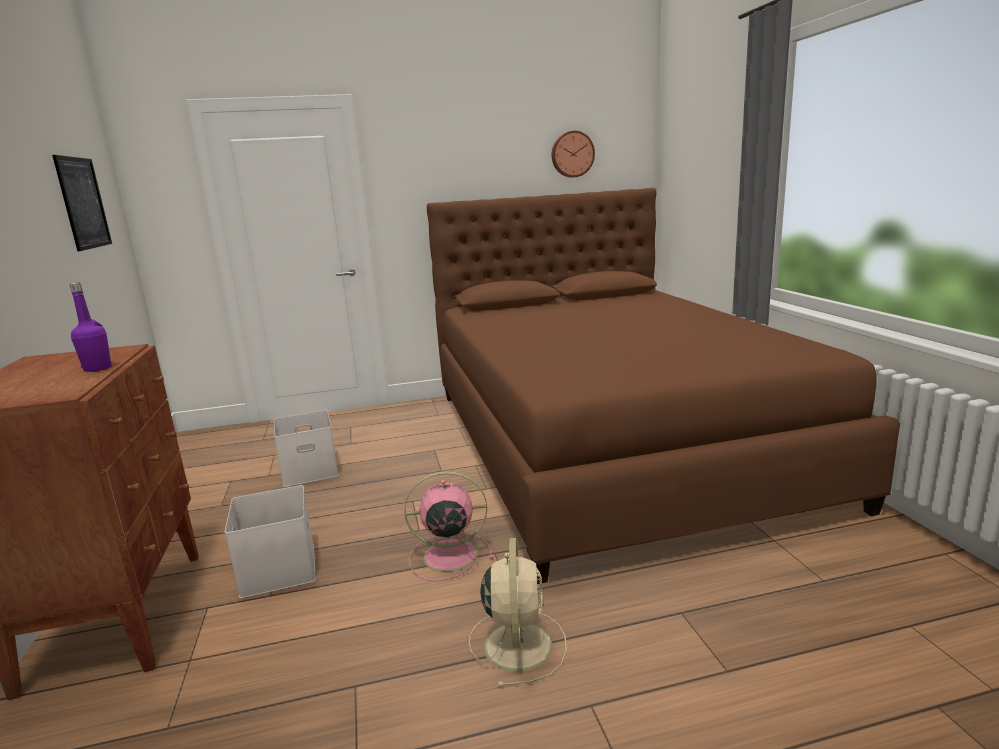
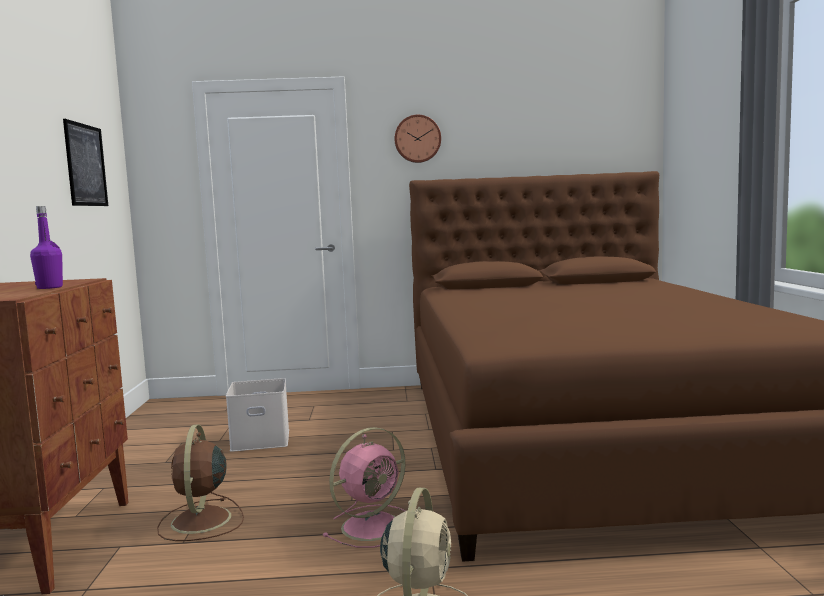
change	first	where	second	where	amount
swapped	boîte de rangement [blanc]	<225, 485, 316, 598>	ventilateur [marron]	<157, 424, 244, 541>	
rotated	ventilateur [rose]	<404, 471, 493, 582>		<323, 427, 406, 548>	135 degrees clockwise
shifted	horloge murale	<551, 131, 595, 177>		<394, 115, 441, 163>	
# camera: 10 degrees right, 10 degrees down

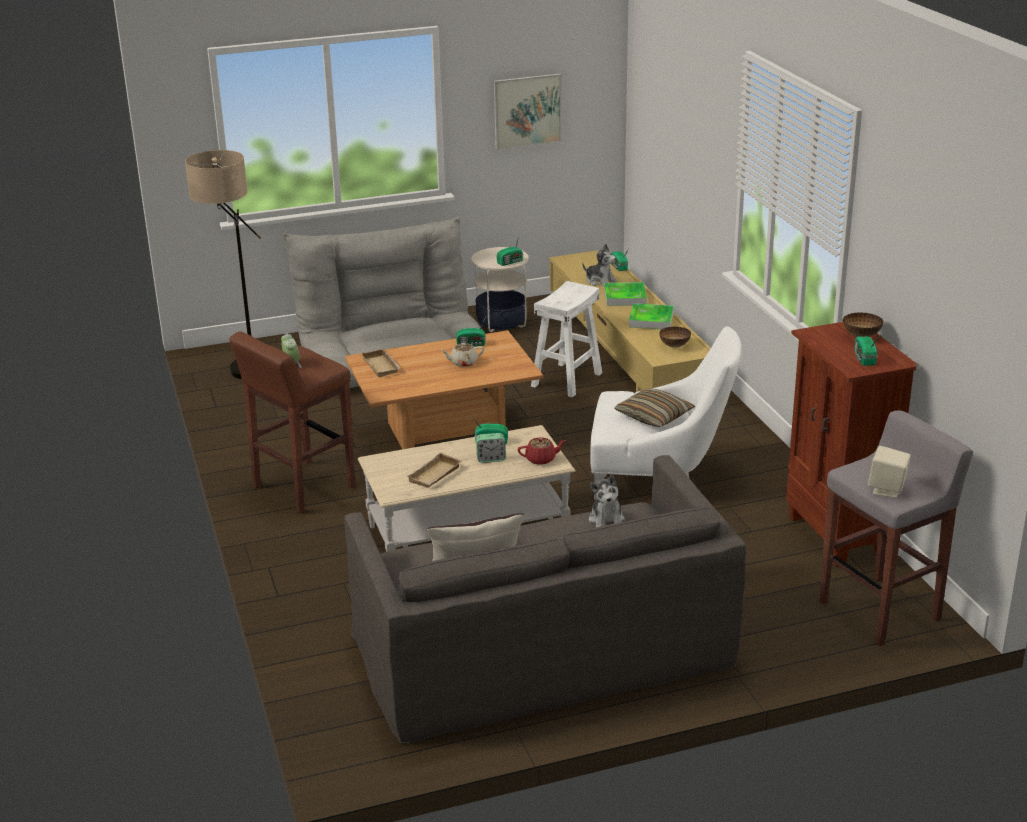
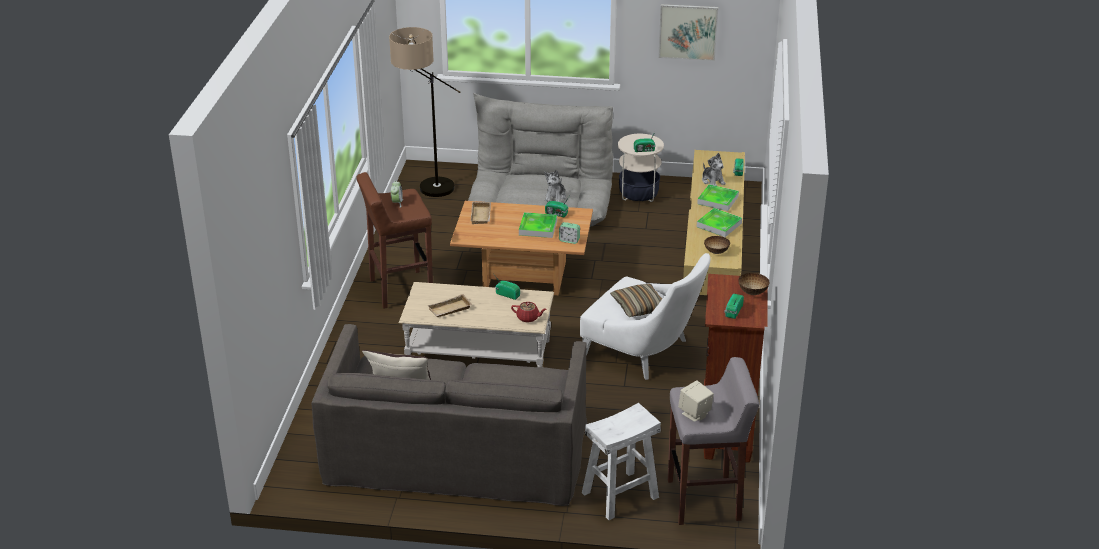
change	first	where	second	where	amount
swapped	théière [beige]	<442, 343, 484, 367>	plateau	<519, 212, 557, 238>	
shifted	peluche	<589, 475, 625, 527>		<544, 170, 566, 202>	
shifted	réveil	<476, 433, 506, 463>		<559, 222, 580, 244>	
shifted	tabouret [blanc]	<531, 281, 602, 397>		<582, 403, 661, 520>	
# camera: 25 degrees right, 5 degrees up

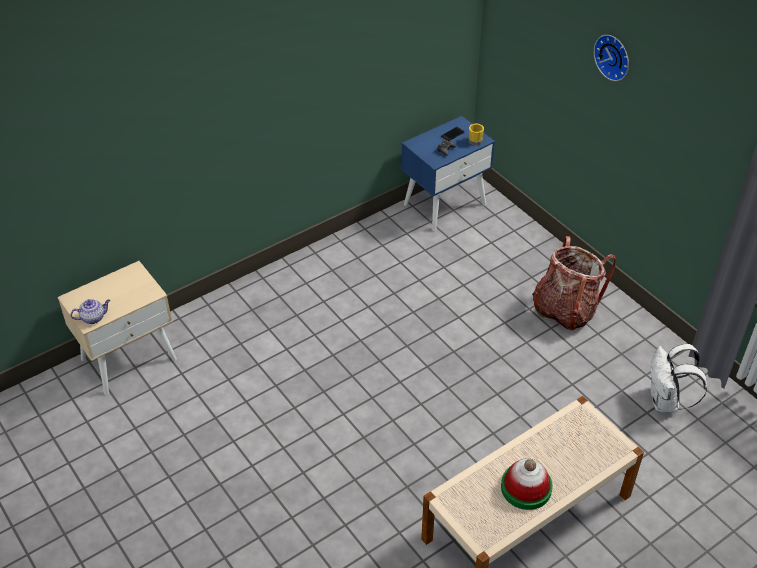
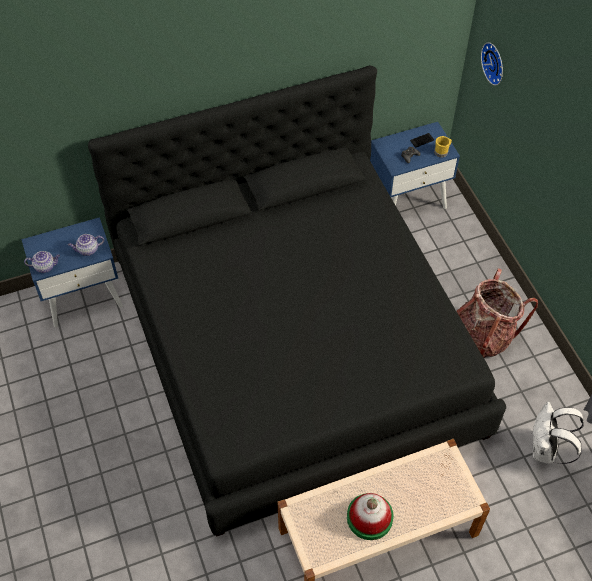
change	first	where	second	where	amount
repainted	table de chevet [beige]	<58, 261, 177, 395>	table de chevet [bleu]	<21, 217, 123, 327>	
new			théière	<68, 234, 104, 256>	
new			lit [noir]	<88, 65, 506, 536>	
shifted	horloge murale	<594, 35, 629, 81>		<481, 42, 503, 85>	
# camera: 15 degrees right, 10 degrees up

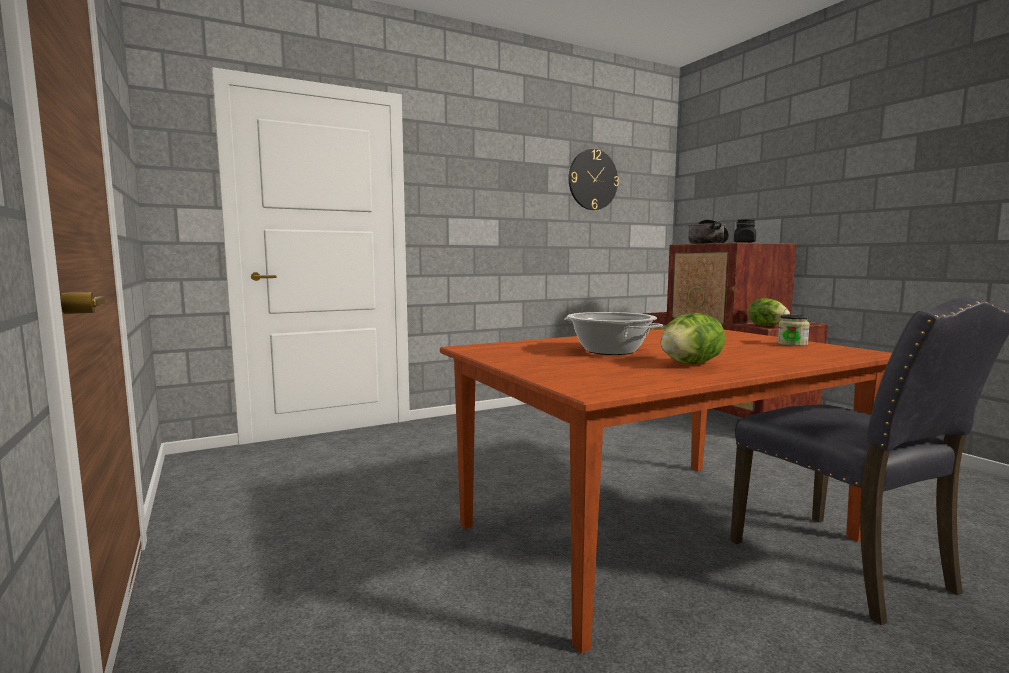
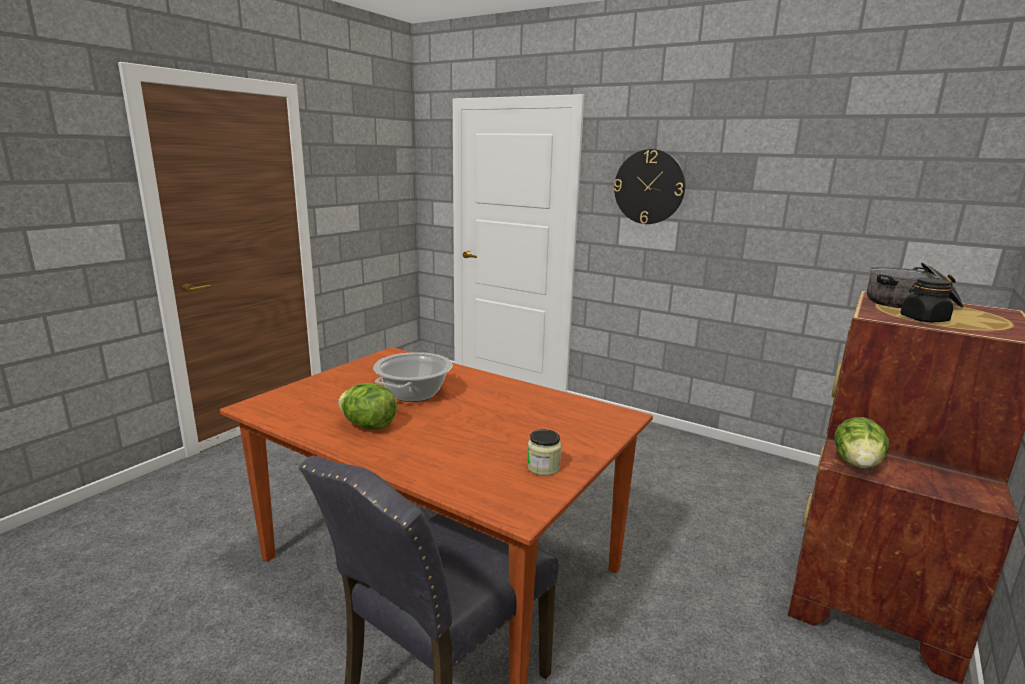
change	first	where	second	where	amount
shifted	horloge murale	<569, 149, 619, 210>		<614, 149, 685, 224>	
# camera: 60 degrees right, 10 degrees up

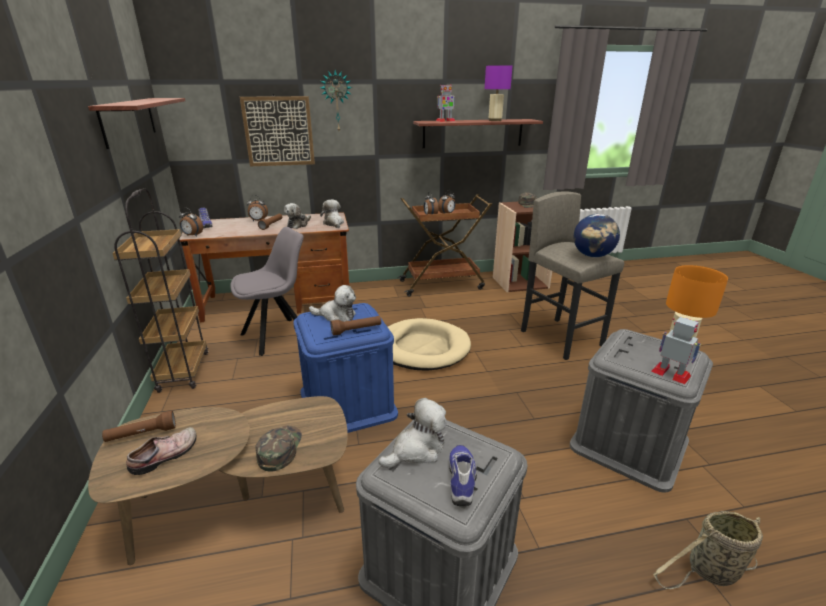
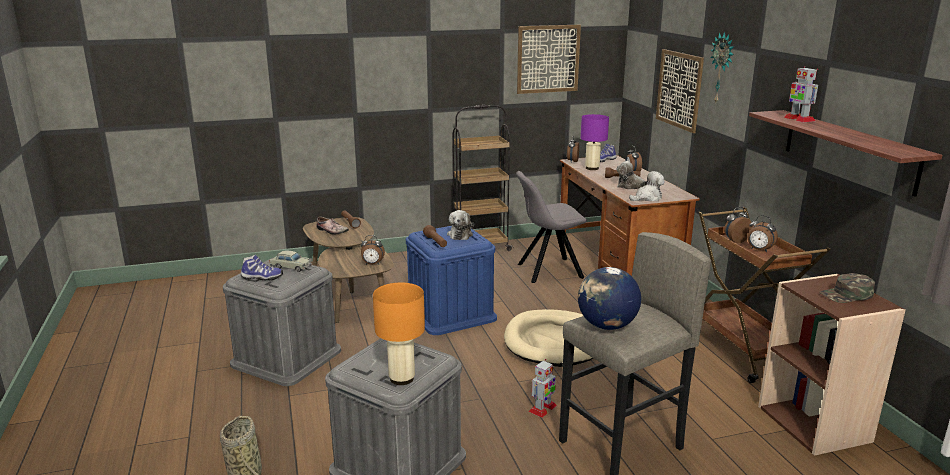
change	first	where	second	where	amount
swapped	peluche	<378, 398, 447, 468>	petite voiture [beige]	<269, 251, 312, 272>	
new			réveil	<360, 235, 385, 265>	
rotated	chaise [gris]	<230, 227, 304, 356>		<516, 171, 587, 283>	120 degrees clockwise
swapped	étagère	<88, 98, 185, 149>	tableau	<517, 23, 581, 94>	
shifted	robot jouet	<651, 317, 701, 384>		<529, 359, 557, 418>	
shifted	lampe de table [violet]	<485, 65, 512, 121>		<581, 114, 609, 170>	
gone	casquette [vert]	<255, 426, 302, 472>			
# camera: 85 degrees right, 5 degrees down

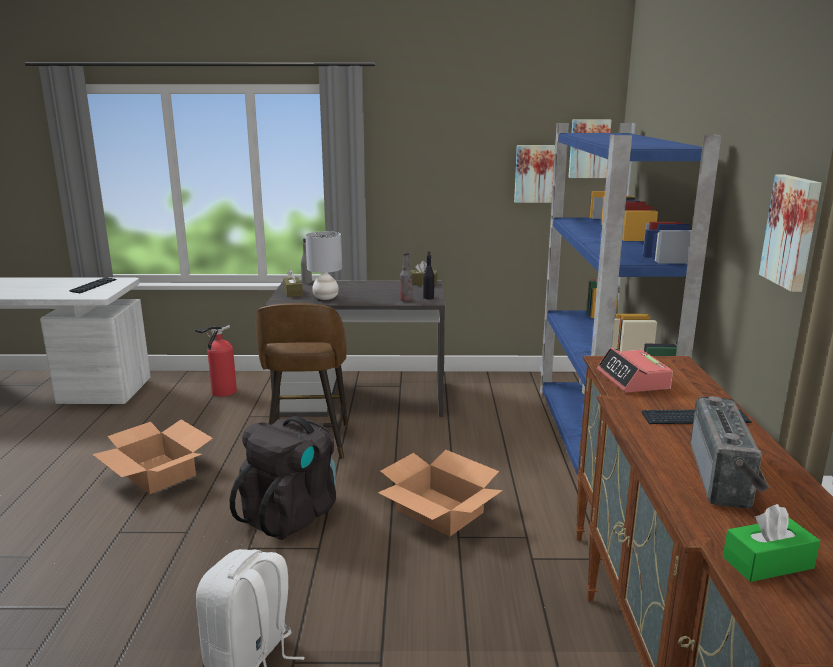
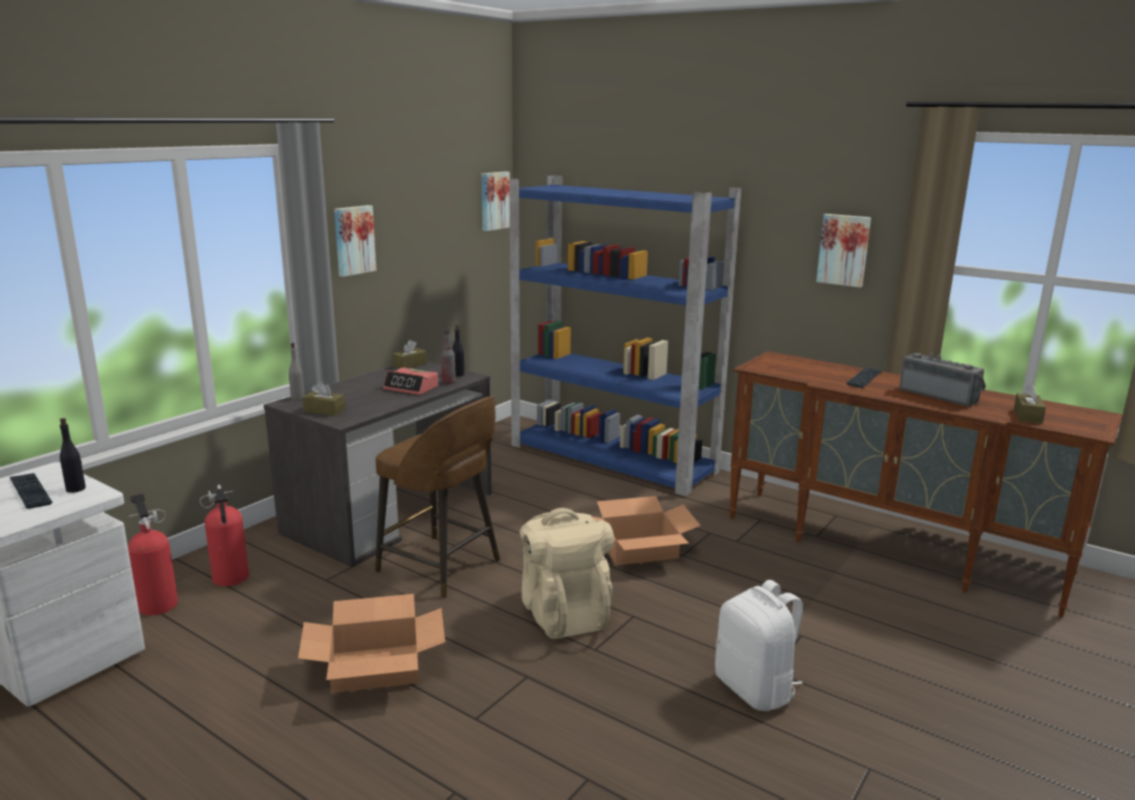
change	first	where	second	where	amount
new			bouteille [noir]	<60, 418, 86, 493>	
new			extincteur	<128, 494, 178, 615>	
shifted	tableau	<514, 145, 555, 203>		<334, 205, 377, 277>	
shifted	réveil	<597, 348, 673, 393>		<383, 367, 438, 395>	
repainted	sac à dos [noir]	<230, 416, 336, 540>	sac à dos [beige]	<520, 508, 614, 639>	
repainted	boîte à mouchoirs [vert]	<723, 504, 820, 582>	boîte à mouchoirs [marron]	<1014, 384, 1046, 424>	
gone	lampe de table [gris]	<305, 231, 342, 300>			
# camera: 55 degrees left, 0 degrees up

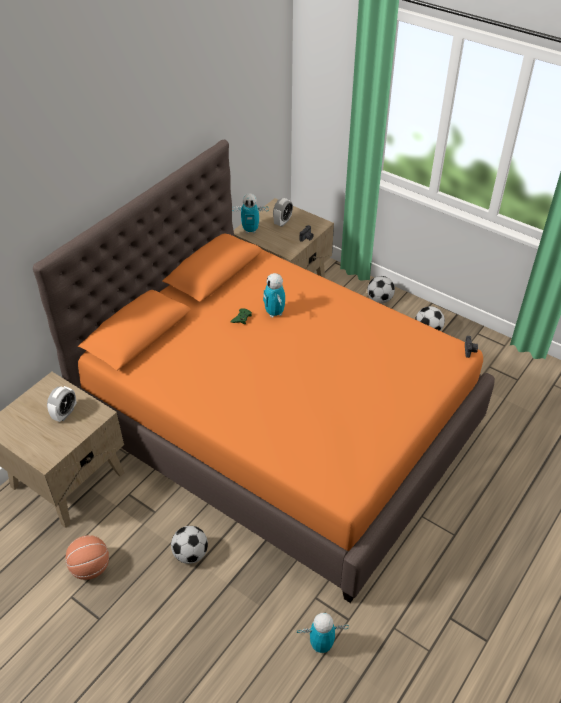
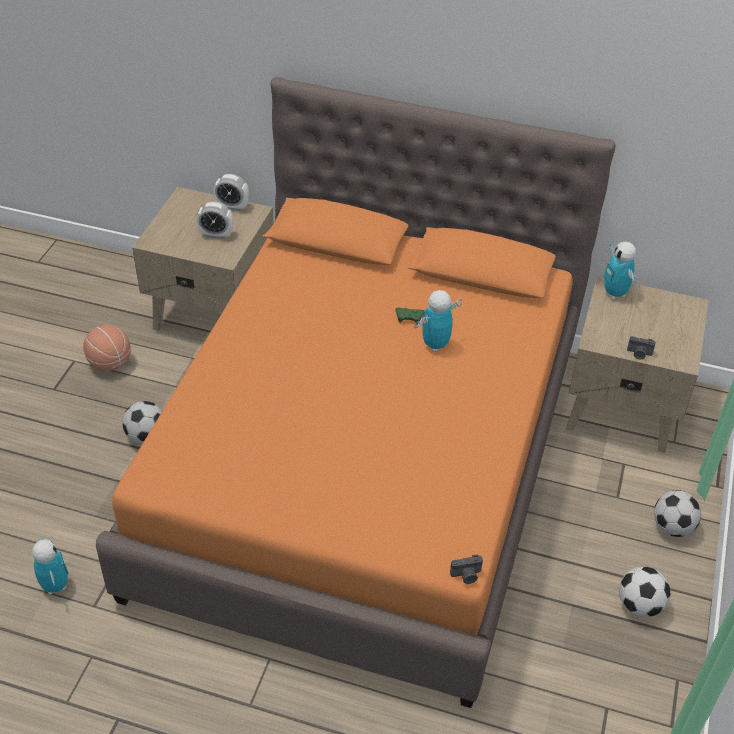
change	first	where	second	where	amount
shifted	réveil	<273, 198, 293, 227>		<214, 174, 249, 211>	
# camera: 70 degrees right, 0 degrees up

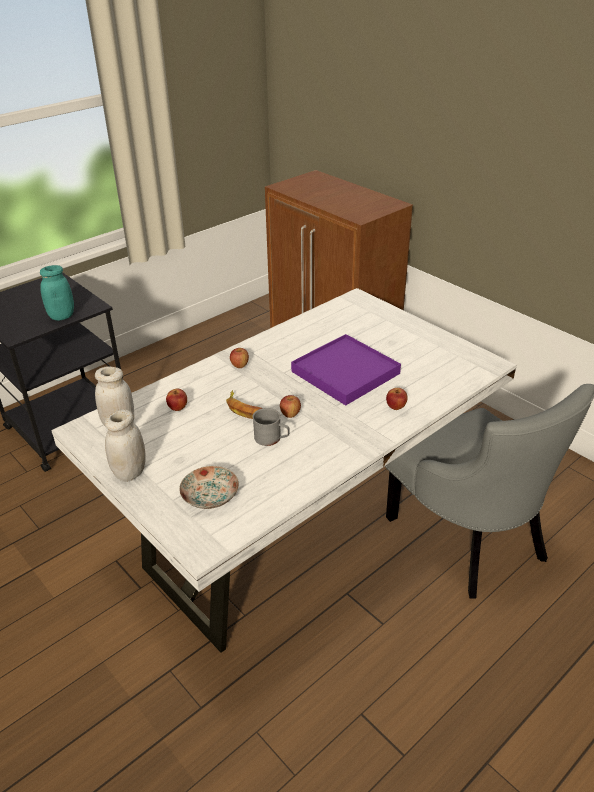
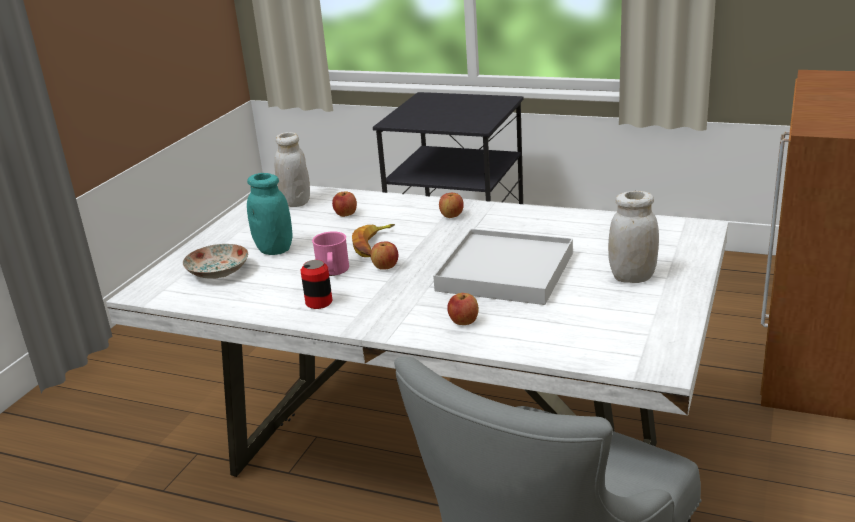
change	first	where	second	where	amount
shifted	bocal [turquoise]	<40, 265, 74, 320>		<247, 173, 292, 255>	
new			boîte métallique	<300, 260, 332, 309>	
repainted	mug [gris]	<252, 408, 290, 446>	mug [rose]	<312, 231, 349, 276>	
repainted	plateau [violet]	<291, 334, 401, 405>	plateau [blanc]	<433, 229, 573, 305>	
shifted	bocal [blanc]	<105, 409, 146, 482>		<608, 191, 659, 283>	
# camera: 65 degrees right, 10 degrees down

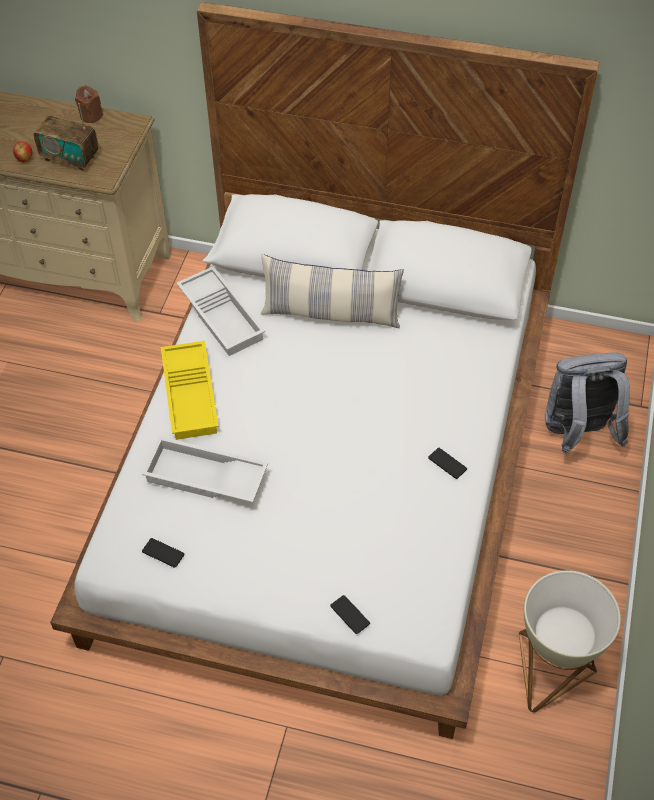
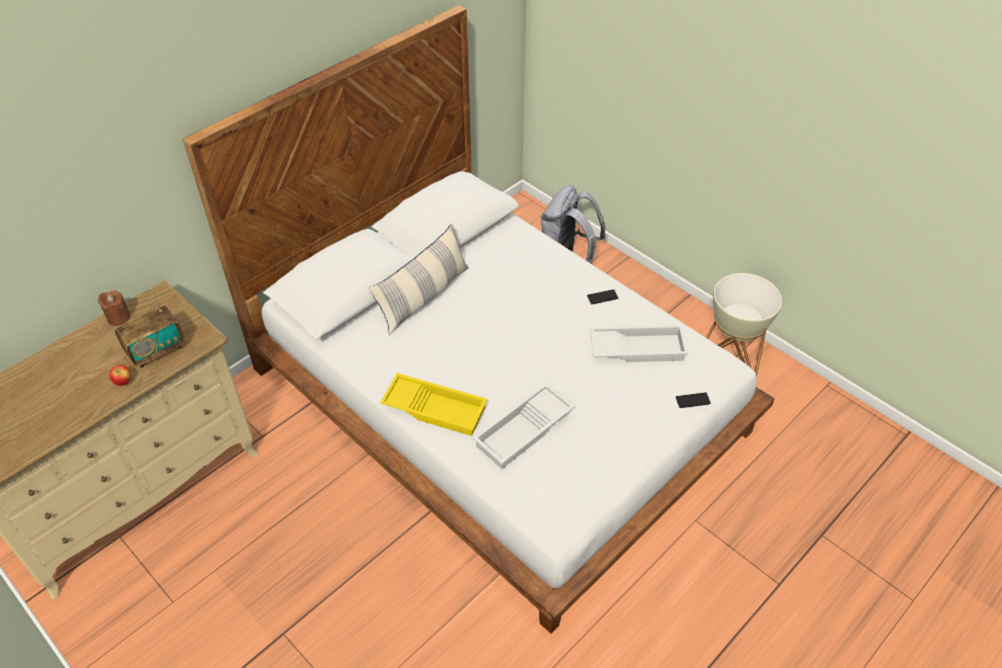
change	first	where	second	where	amount
shifted	plateau [blanc]	<176, 266, 265, 356>		<590, 325, 688, 362>	
gone	téléphone	<142, 538, 184, 568>			
# camera: 60 degrees left, 5 degrees down

